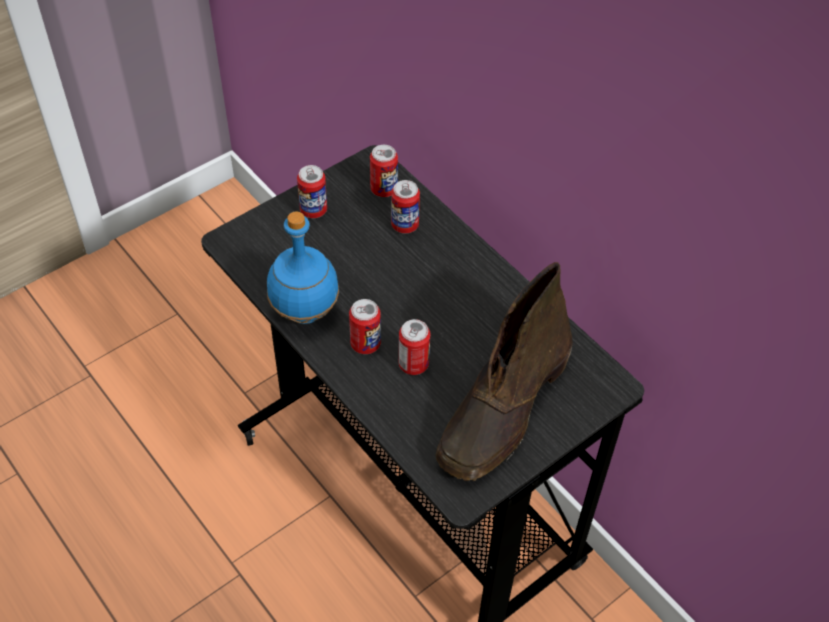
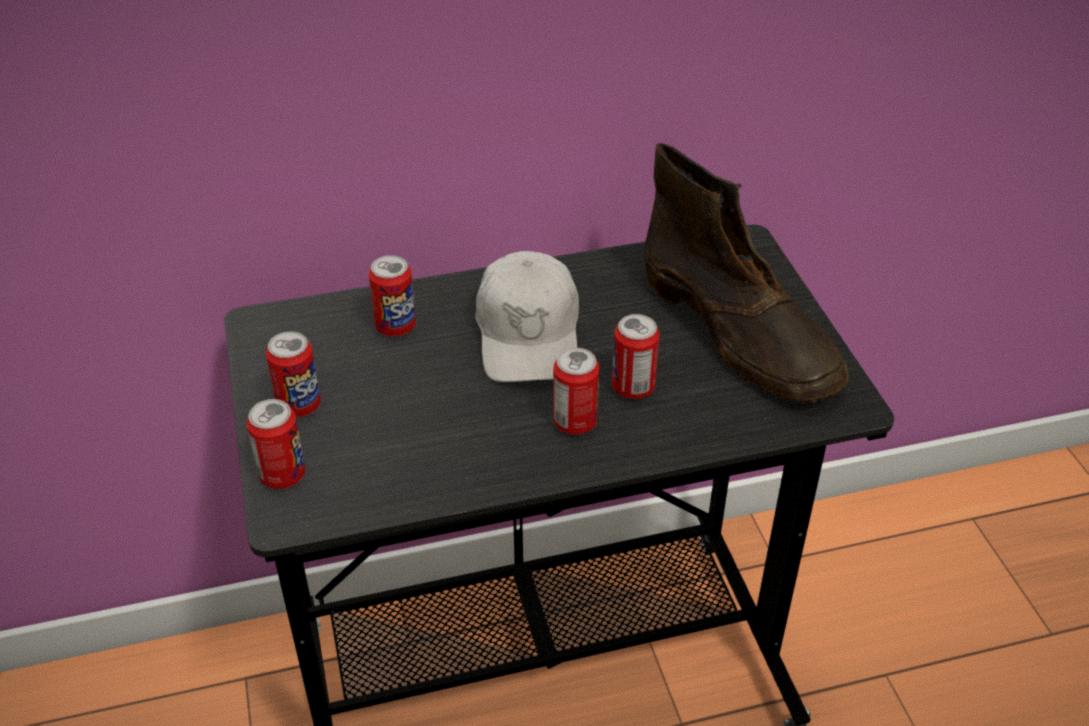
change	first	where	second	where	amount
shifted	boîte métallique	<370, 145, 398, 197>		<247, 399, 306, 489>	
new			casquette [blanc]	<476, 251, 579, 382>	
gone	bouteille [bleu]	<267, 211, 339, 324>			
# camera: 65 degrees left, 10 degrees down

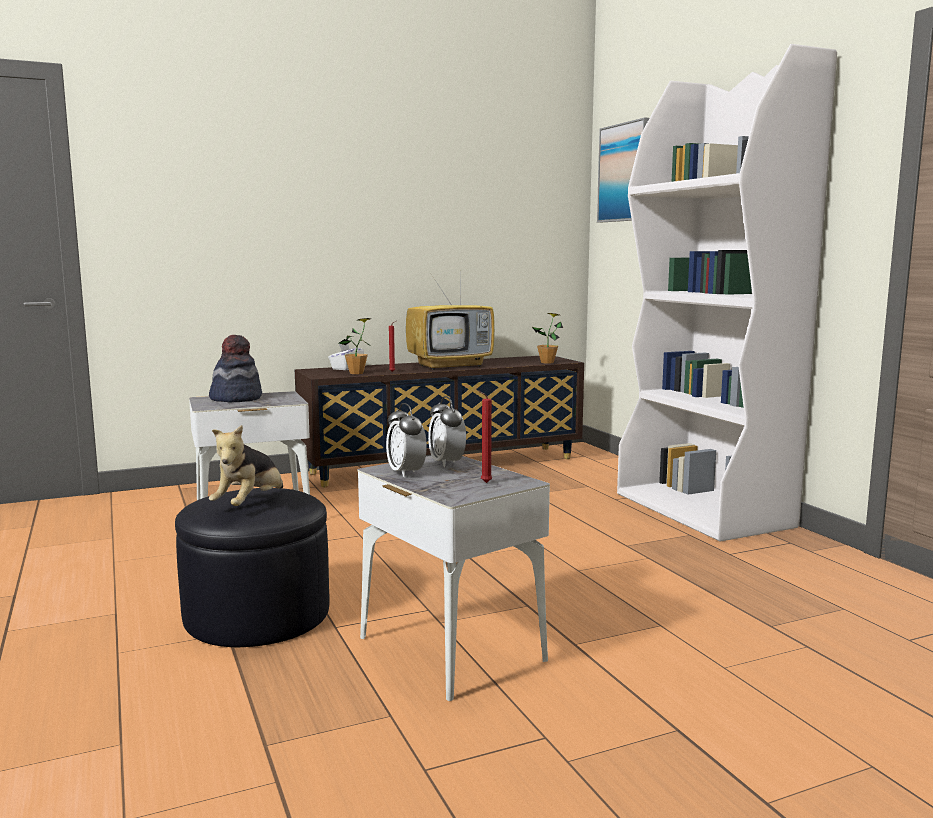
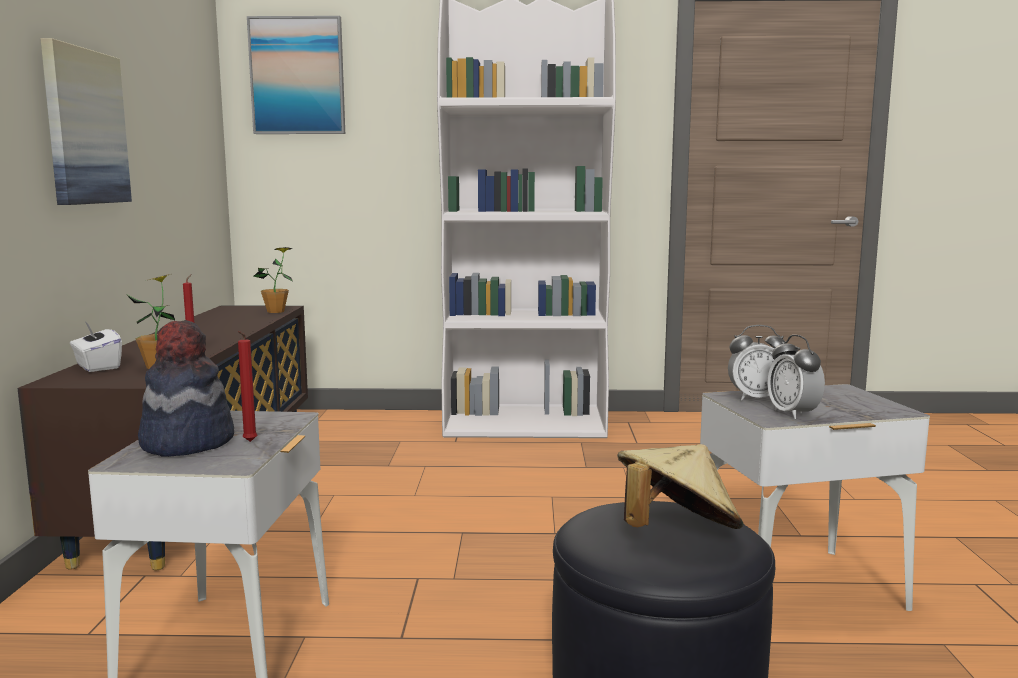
change	first	where	second	where	amount
new			tableau	<40, 38, 132, 205>	
shifted	bougie [rouge]	<477, 390, 492, 483>		<238, 331, 257, 442>	
swapped	peluche	<209, 425, 283, 506>	chapeau [beige]	<617, 444, 744, 529>	
rotated	réveil	<386, 403, 427, 477>		<767, 335, 825, 419>	75 degrees clockwise
gone	téléviseur	<406, 262, 495, 370>			
# camera: 65 degrees left, 0 degrees up

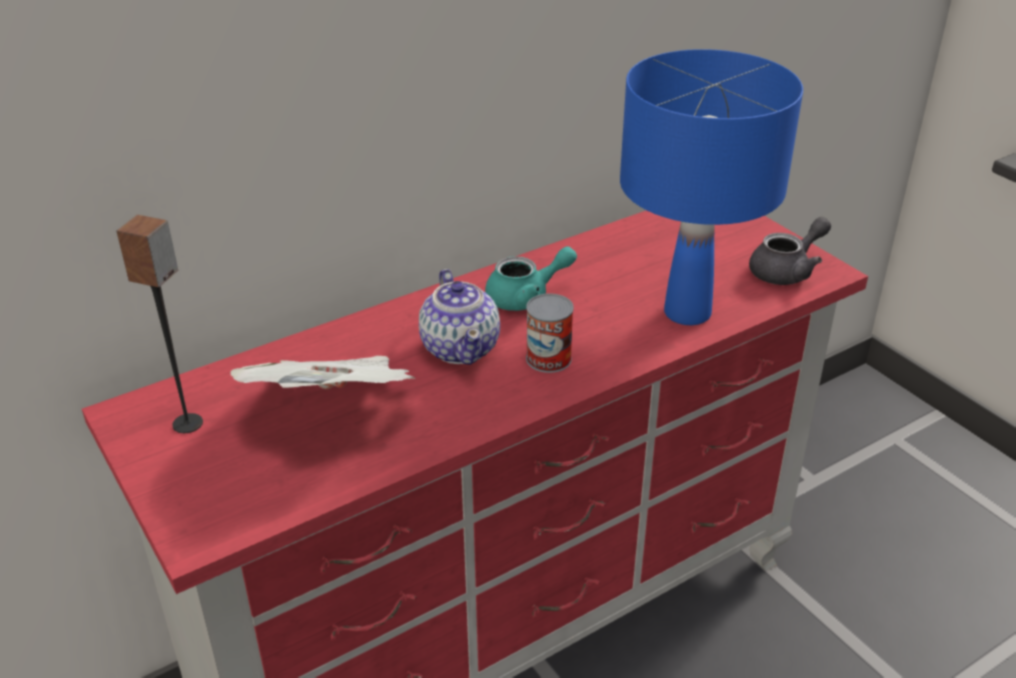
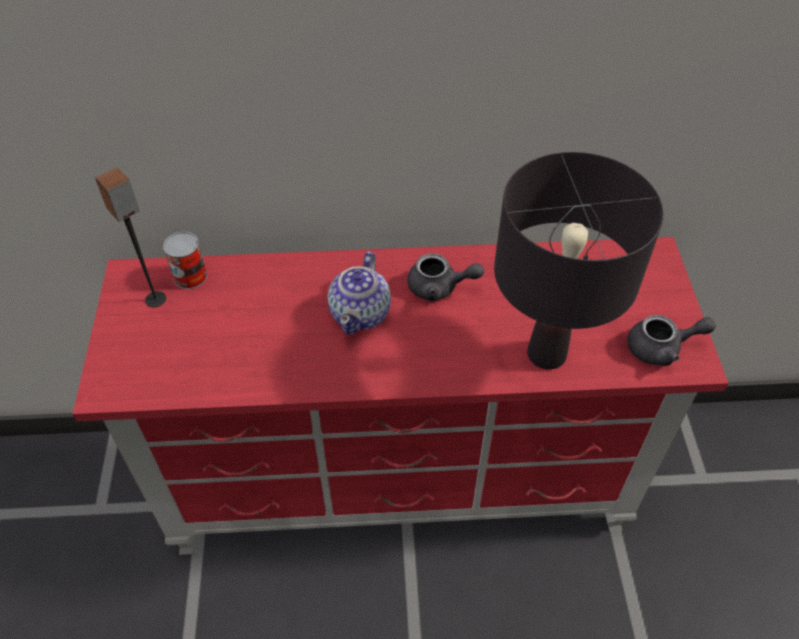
change	first	where	second	where	amount
shifted	boîte métallique	<526, 293, 574, 373>		<163, 232, 207, 289>	
repainted	théière [turquoise]	<485, 246, 577, 311>	théière [gris]	<407, 253, 484, 301>	
repainted	lampe de table [bleu]	<620, 49, 803, 325>	lampe de table [noir]	<494, 152, 663, 369>	
gone	journal	<230, 356, 416, 389>			
# camera: 30 degrees right, 15 degrees up

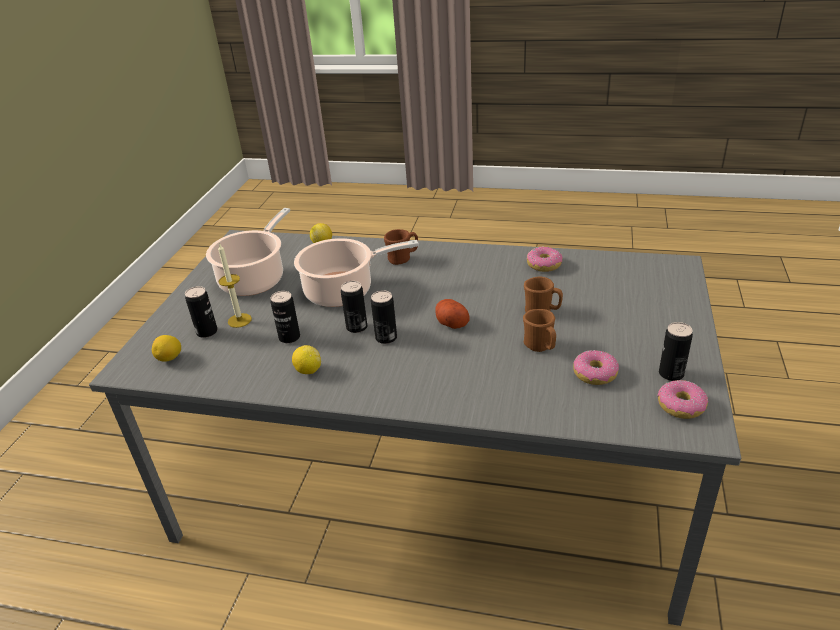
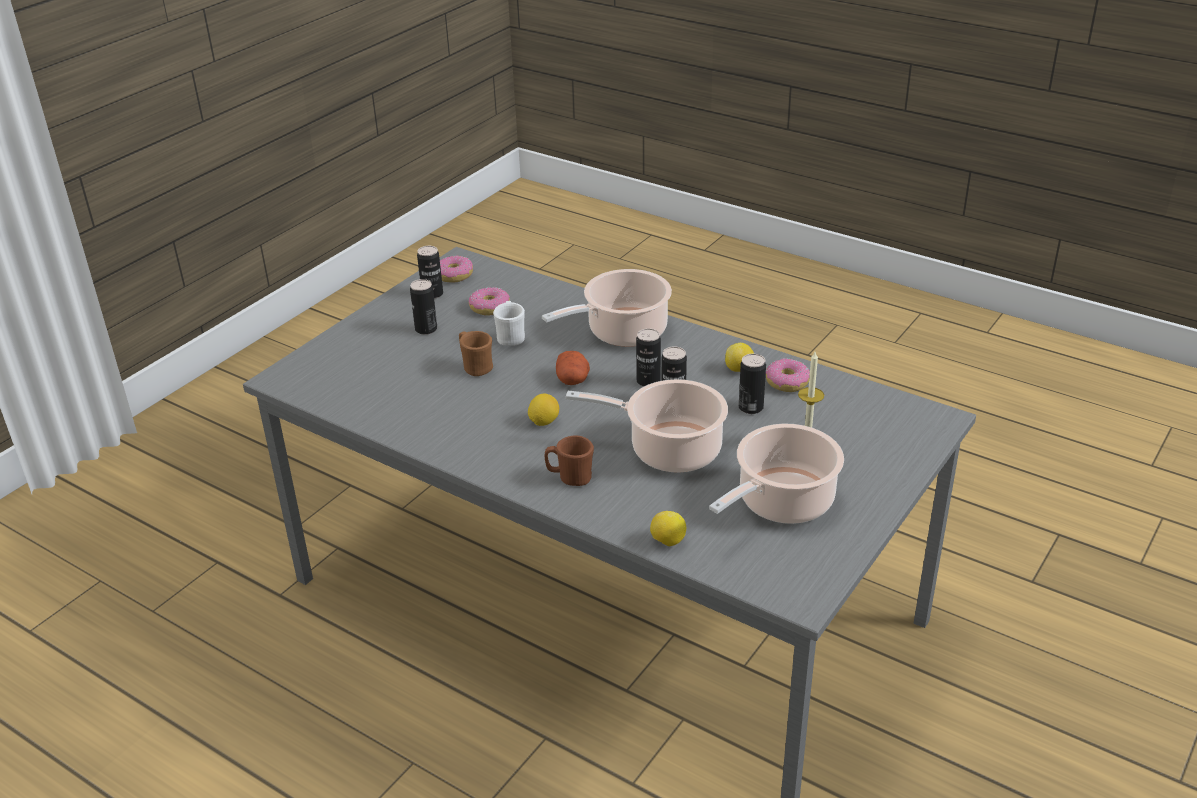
change	first	where	second	where	amount
shifted	boîte métallique	<185, 286, 218, 338>		<410, 279, 437, 335>	
repainted	mug [marron]	<523, 309, 556, 352>	mug [blanc]	<493, 301, 525, 346>	
shifted	citron	<152, 335, 181, 362>		<528, 394, 559, 426>	
new			marmite	<542, 269, 672, 347>	
shifted	beignet	<527, 247, 563, 272>		<766, 358, 810, 392>	
# camera: 160 degrees left, 0 degrees up

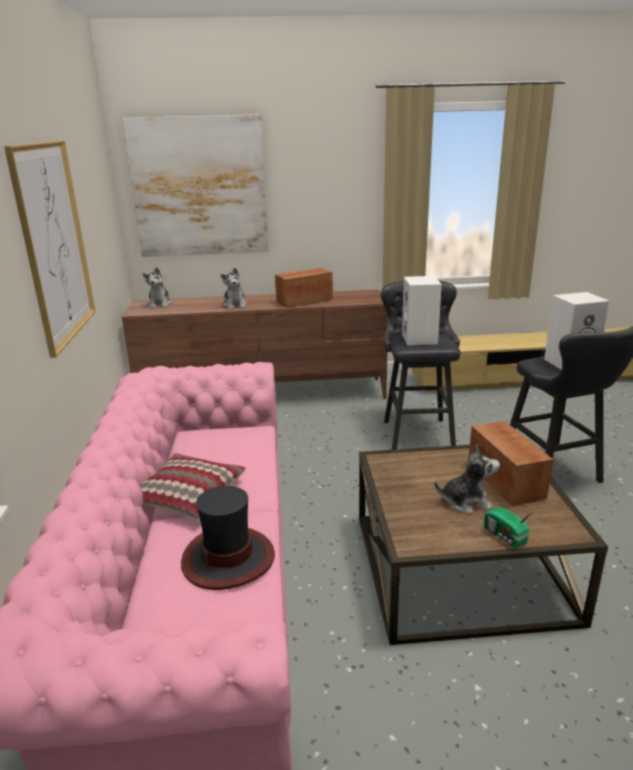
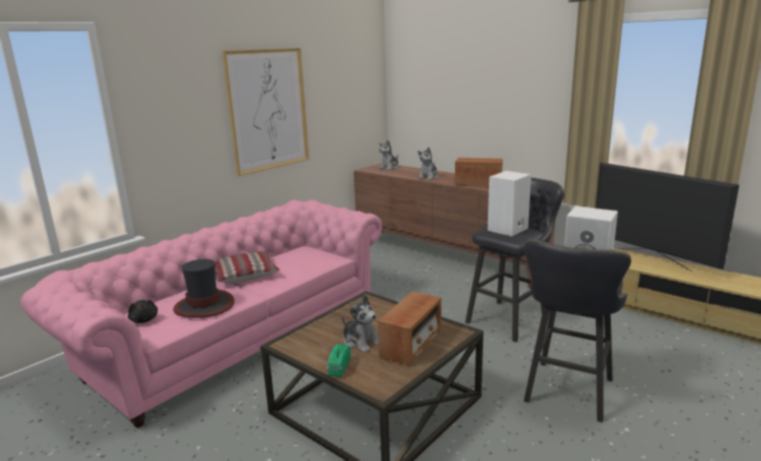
change	first	where	second	where	amount
new			peluche [noir]	<128, 300, 158, 323>	
new			téléviseur	<596, 162, 739, 272>	
gone	tableau	<122, 114, 269, 257>			
# camera: 45 degrees right, 5 degrees down

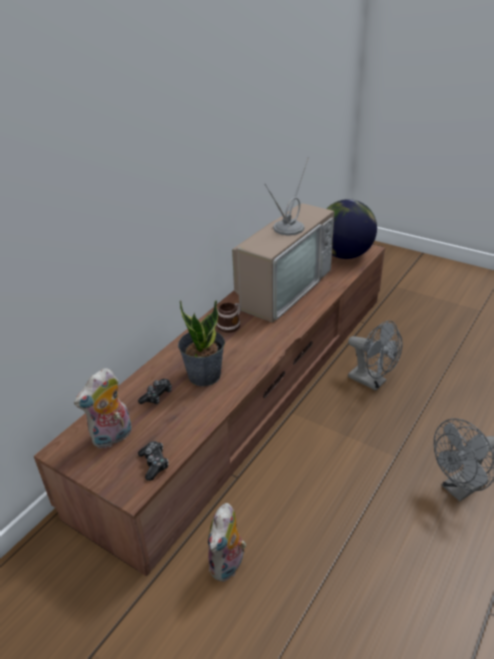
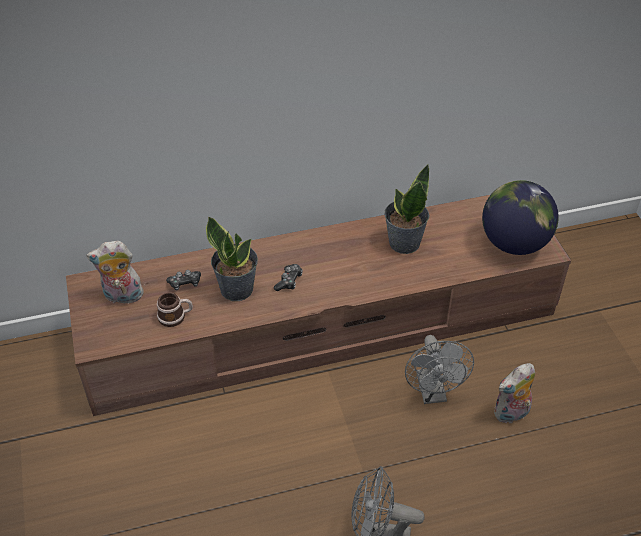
change	first	where	second	where	amount
shifted	mug	<217, 303, 241, 333>		<157, 293, 193, 327>	
shifted	manette	<138, 441, 168, 481>		<274, 264, 303, 291>	
swapped	téléviseur	<232, 157, 334, 323>	plante en pot	<384, 164, 429, 254>	
shifted	peluche	<208, 503, 246, 582>		<494, 363, 535, 423>	
# camera: 40 degrees right, 10 degrees up

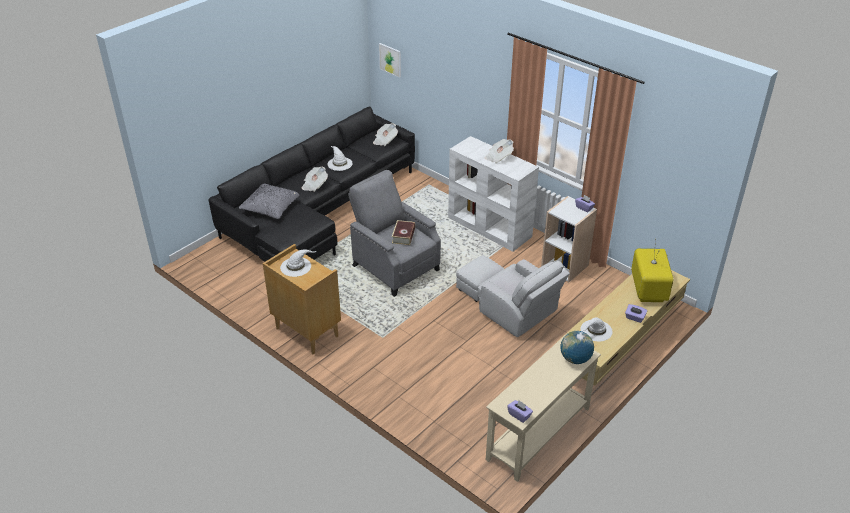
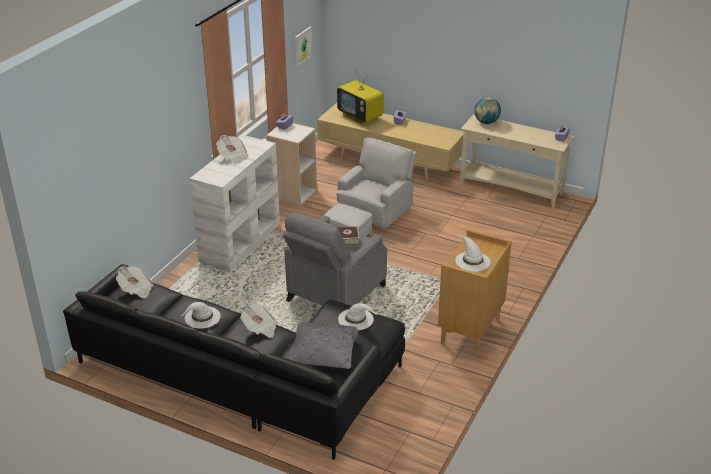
change	first	where	second	where	amount
shifted	tableau	<379, 43, 401, 78>		<295, 27, 312, 66>	
rotated	téléviseur	<631, 239, 673, 302>		<337, 69, 384, 126>	120 degrees counterclockwise
shifted	chapeau [blanc]	<581, 318, 613, 341>		<338, 303, 378, 330>	
# camera: 105 degrees left, 5 degrees down

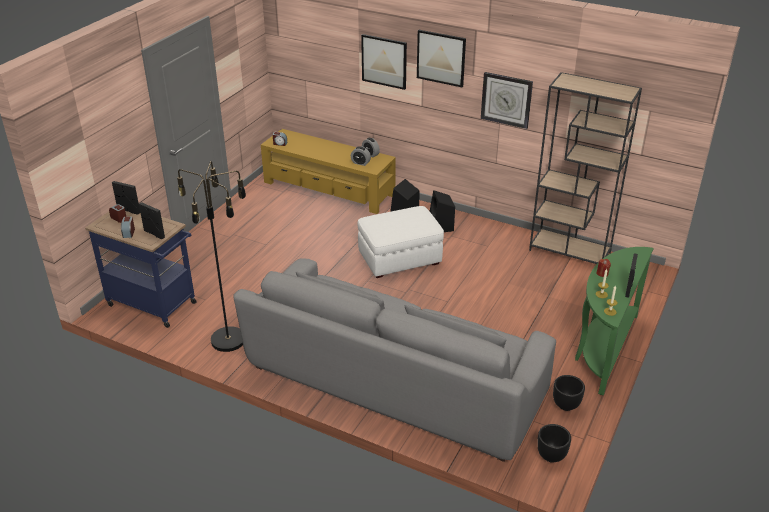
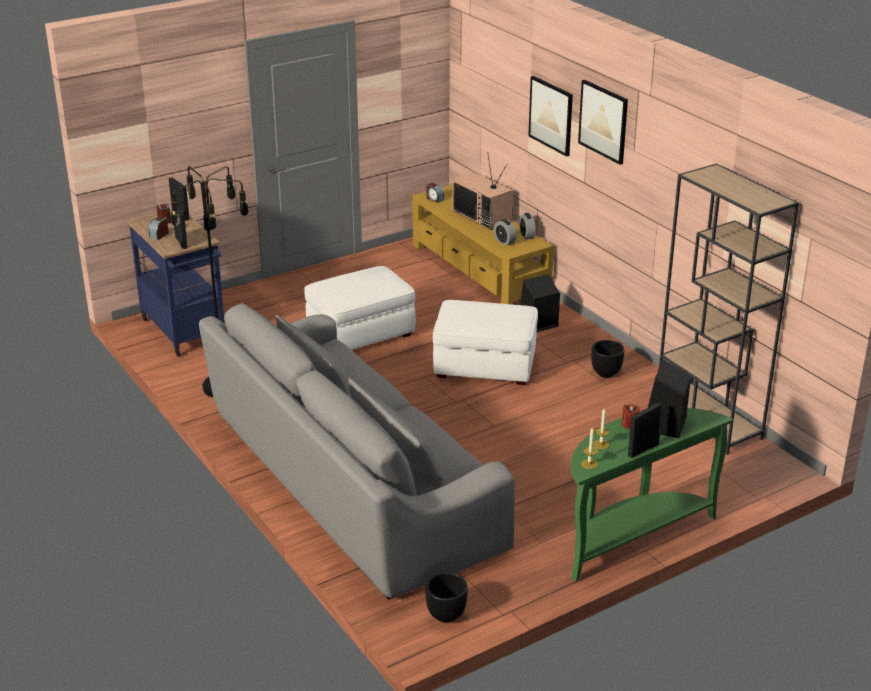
change	first	where	second	where	amount
new			pouf [blanc]	<304, 266, 415, 350>	
new			téléviseur	<452, 152, 513, 230>	
shifted	cache-pot [noir]	<553, 375, 585, 411>		<591, 340, 625, 378>	
shifted	enceinte [noir]	<430, 190, 455, 232>		<648, 359, 691, 438>	
gone	horloge murale	<481, 72, 533, 129>			
# camera: 30 degrees right, 5 degrees down

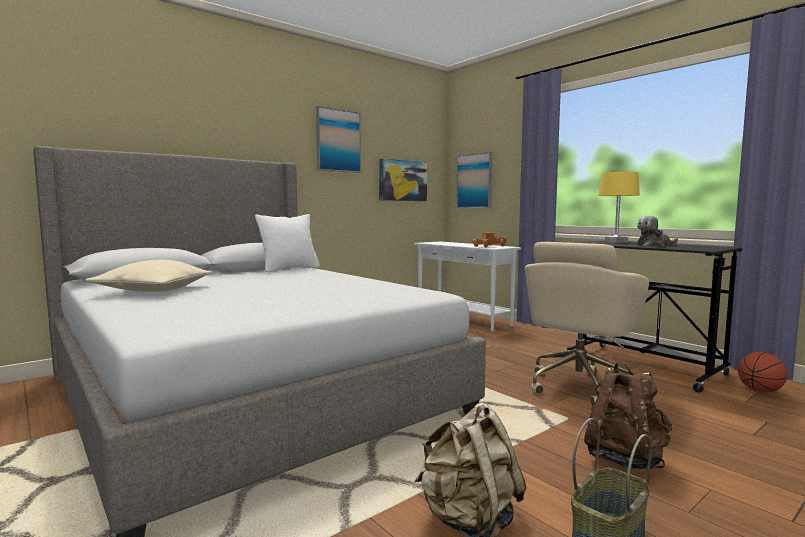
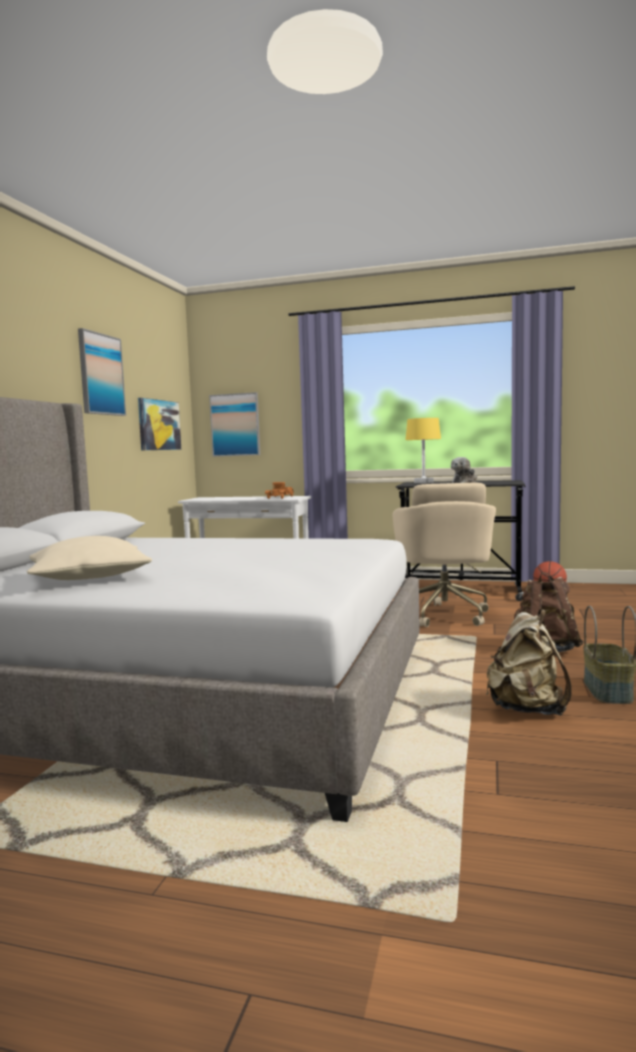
change	first	where	second	where	amount
gone	coussin [blanc]	<255, 214, 320, 272>			
# camera: 35 degrees left, 0 degrees up

